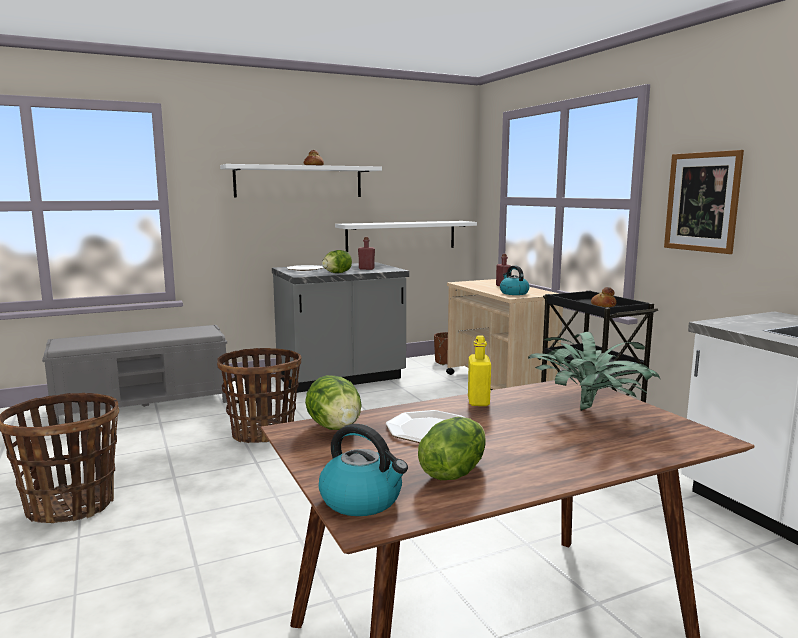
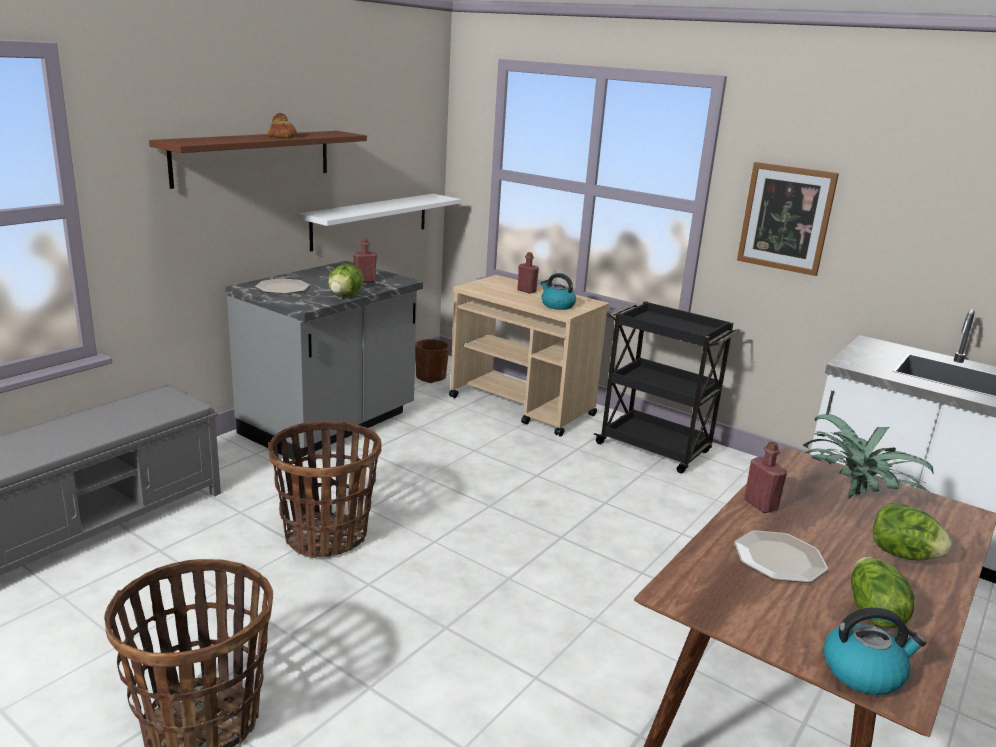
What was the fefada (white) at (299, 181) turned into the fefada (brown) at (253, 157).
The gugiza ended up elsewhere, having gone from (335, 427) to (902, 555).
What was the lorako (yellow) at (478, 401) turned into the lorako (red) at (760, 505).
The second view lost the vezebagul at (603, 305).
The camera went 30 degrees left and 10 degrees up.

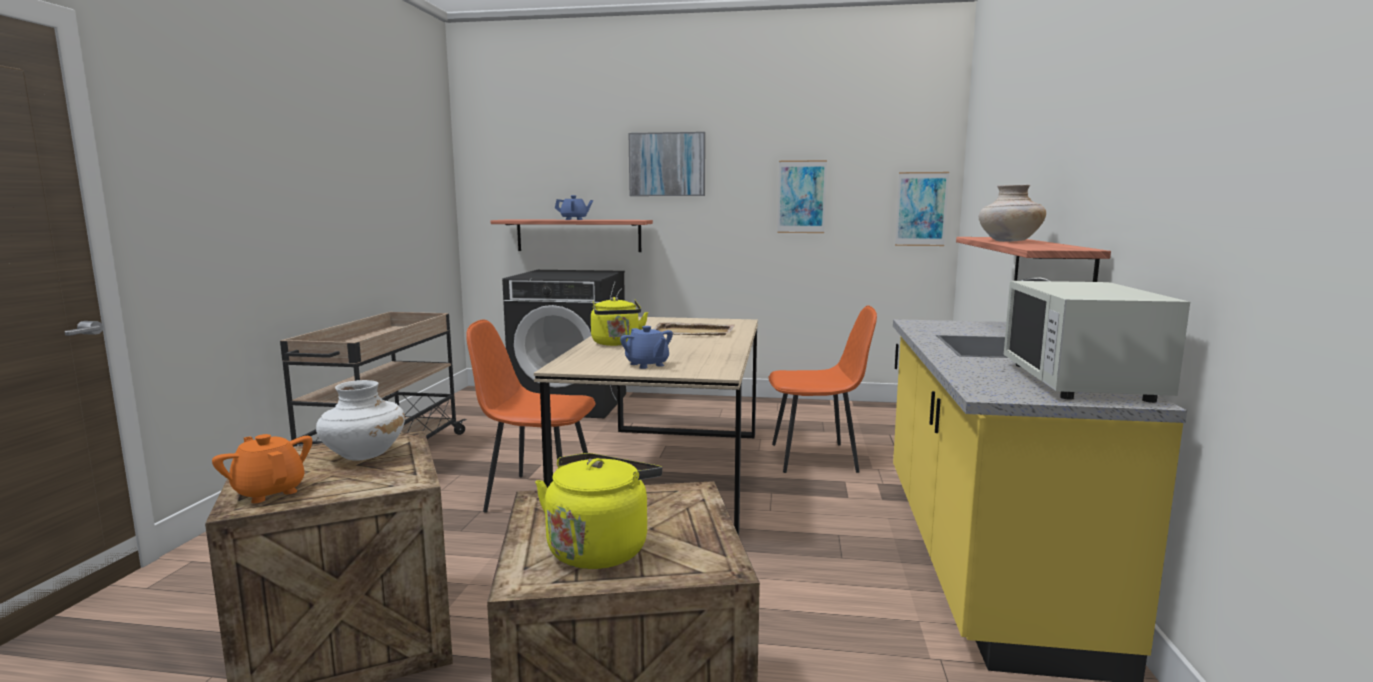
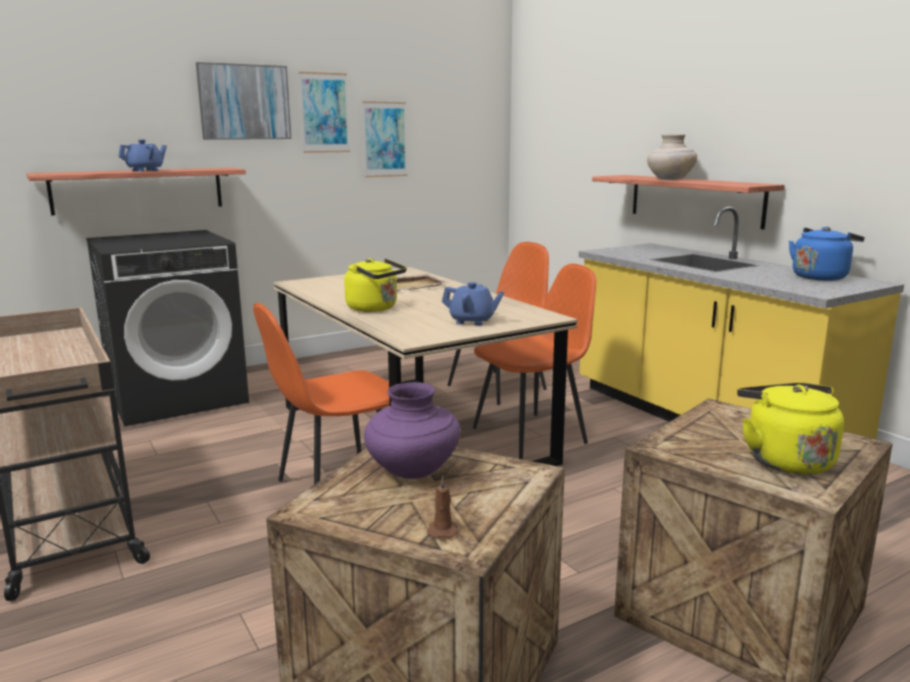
Where the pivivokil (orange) stood at (269, 492), the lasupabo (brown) came to stand at (443, 530).
What was the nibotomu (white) at (363, 455) turned into the nibotomu (purple) at (412, 471).
The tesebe ended up elsewhere, having gone from (921, 209) to (324, 113).
Where the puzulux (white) stood at (1080, 382), the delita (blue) came to stand at (821, 277).
The second view gained the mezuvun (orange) at (531, 435).
The camera went 40 degrees left and 5 degrees up.

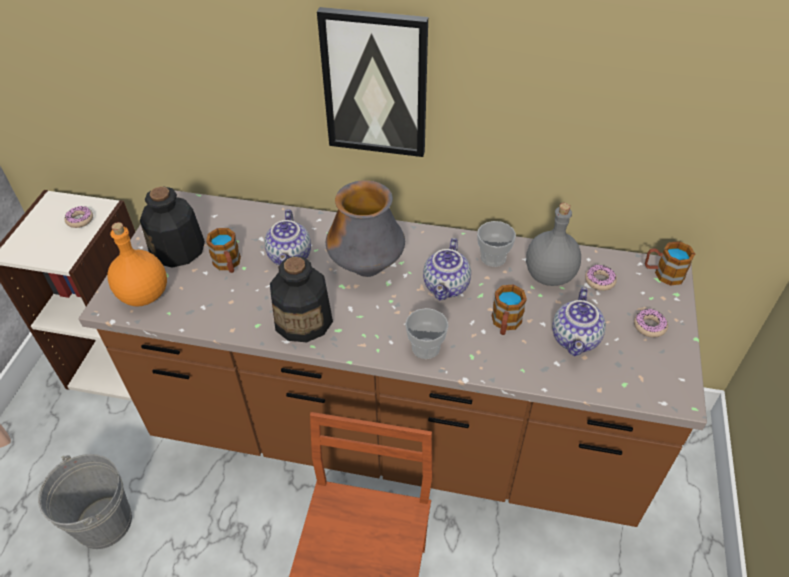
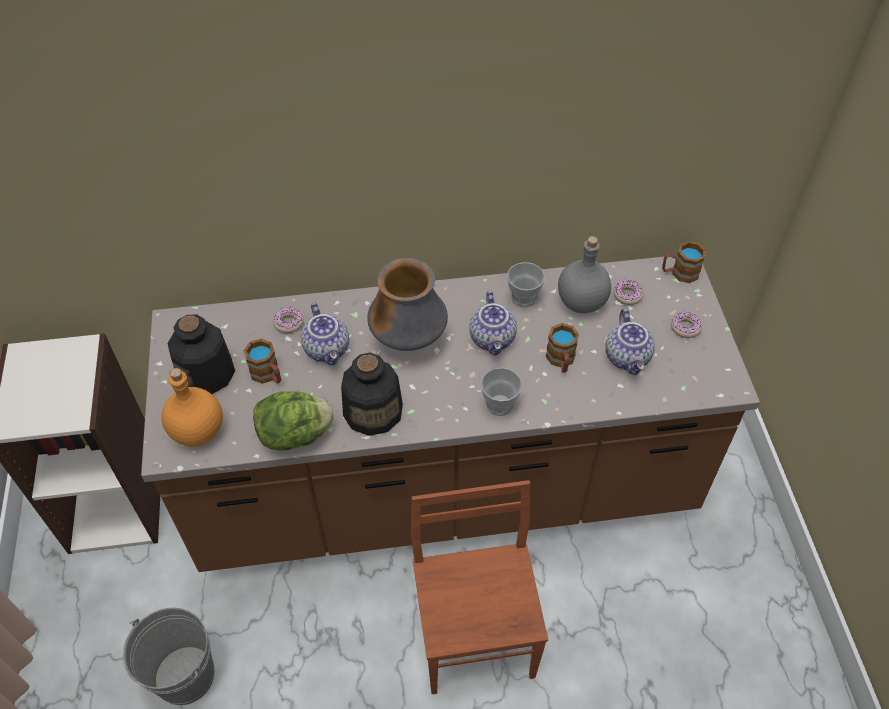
The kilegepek ended up elsewhere, having gone from (80, 220) to (288, 323).
The second view lost the tesebe at (375, 84).
The second view gained the gugiza at (296, 435).
The camera went 20 degrees left and 5 degrees up.

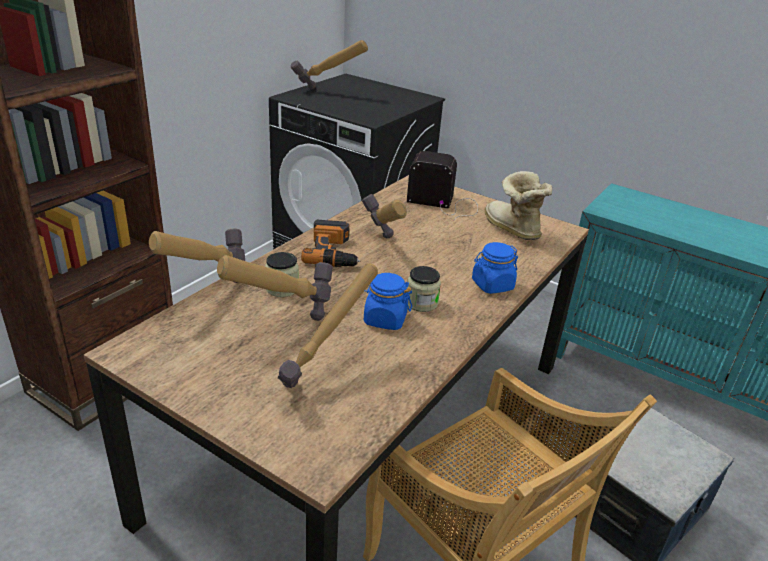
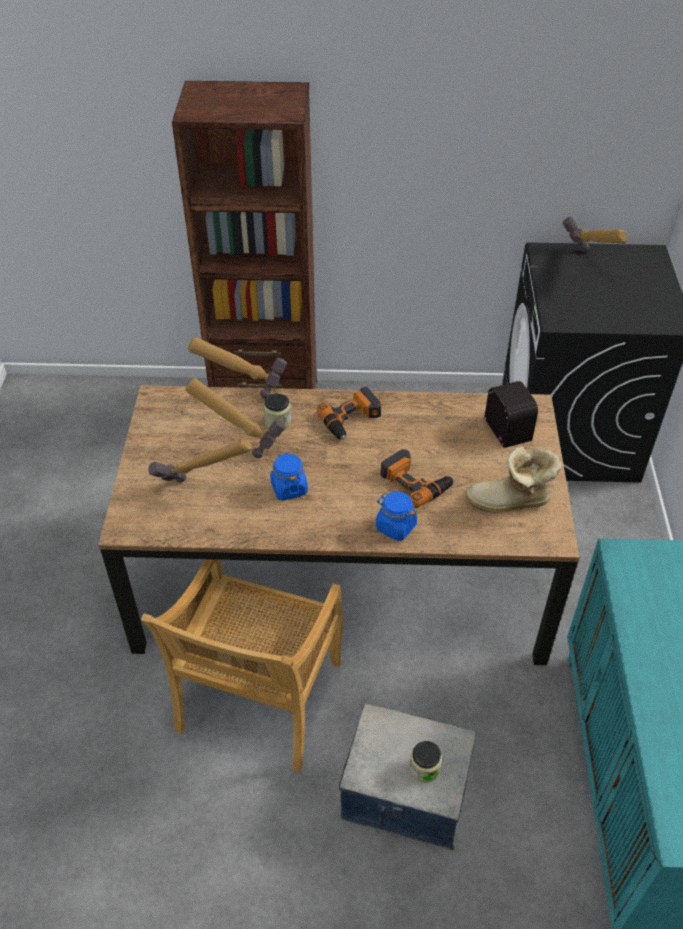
The second view lost the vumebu at (380, 251).
The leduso ended up elsewhere, having gone from (421, 303) to (424, 768).
The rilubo at (510, 229) ended up facing another way, 120 degrees counterclockwise from before.
The second view gained the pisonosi at (416, 482).
The camera went 60 degrees right and 15 degrees up.

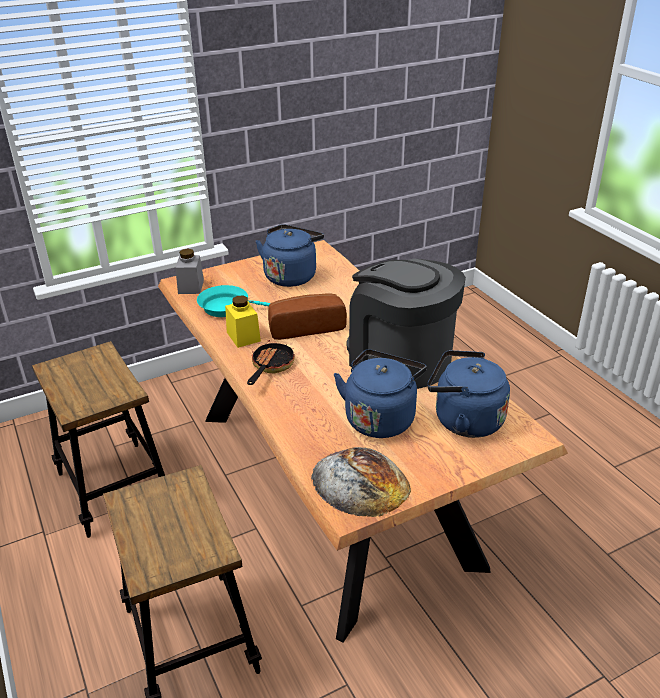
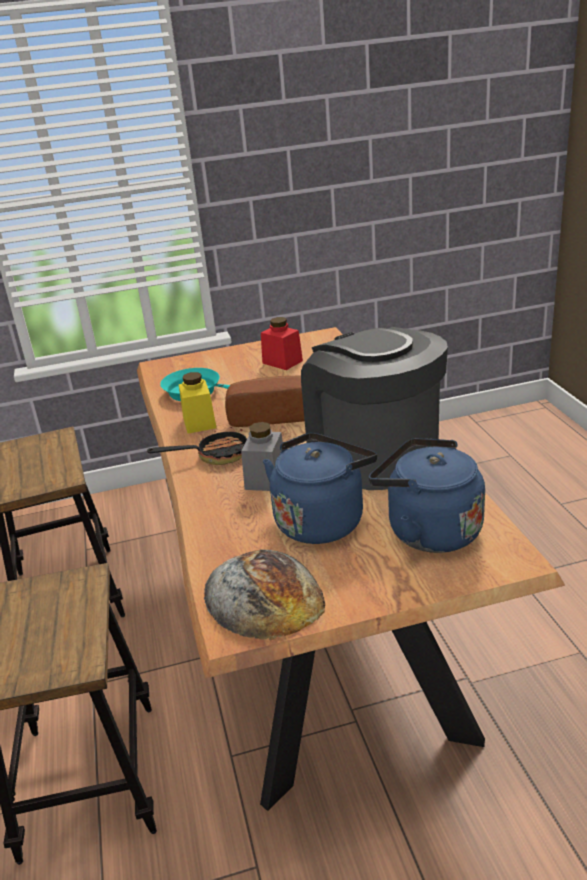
The leduso (grey) ended up elsewhere, having gone from (191, 286) to (266, 478).
The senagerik at (270, 367) ended up facing another way, 45 degrees clockwise from before.
Where the delita (blue) stood at (291, 275), the leduso (red) came to stand at (282, 362).
The camera went 15 degrees right and 5 degrees down.

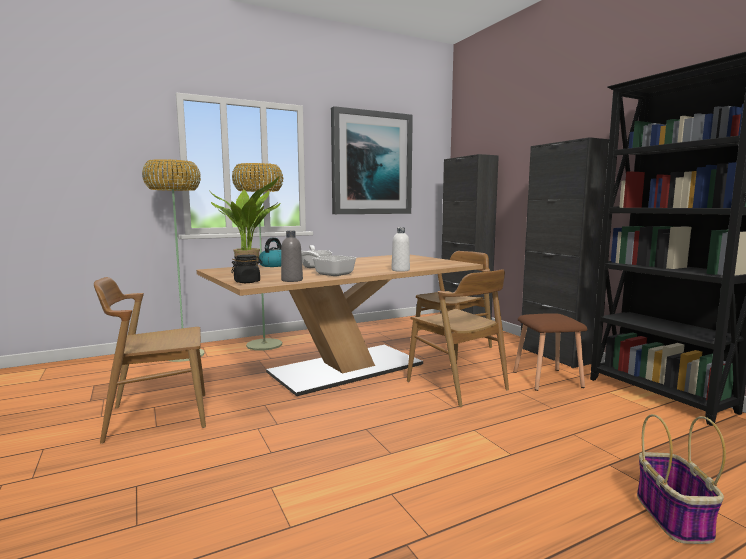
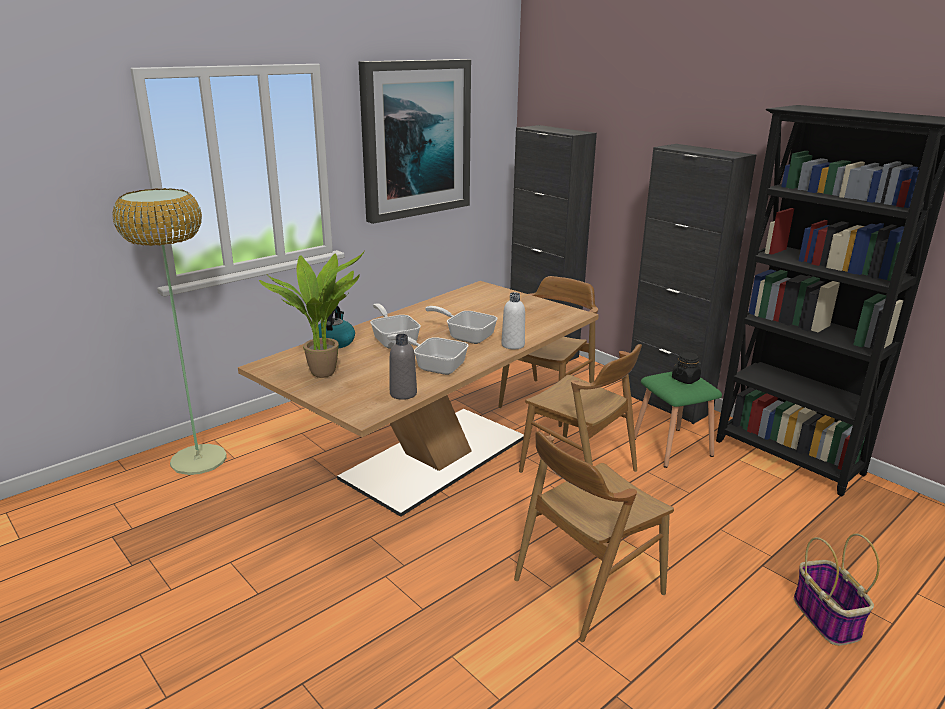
The mezuvun (brown) ended up elsewhere, having gone from (158, 416) to (587, 586).
The leduso (black) ended up elsewhere, having gone from (247, 282) to (685, 379).
The second view lost the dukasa at (264, 345).
What was the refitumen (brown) at (546, 379) turned into the refitumen (green) at (670, 446).
The second view gained the senagerik at (466, 336).
The camera went 15 degrees left and 15 degrees up.

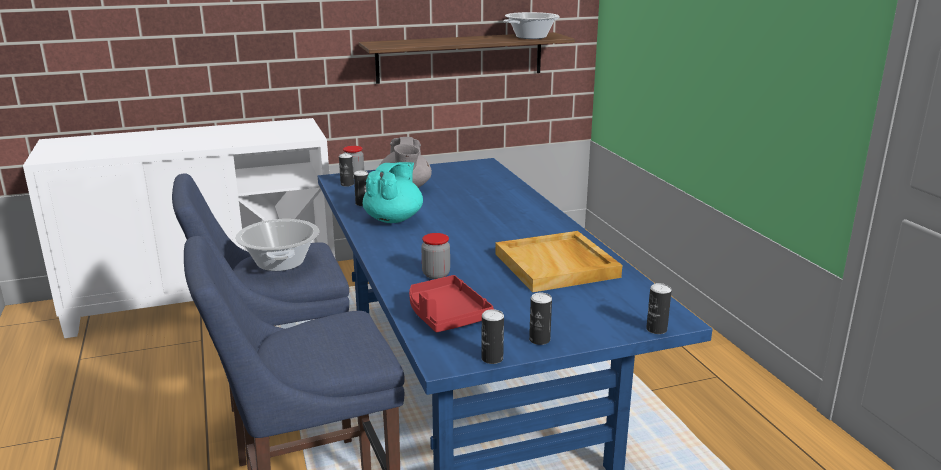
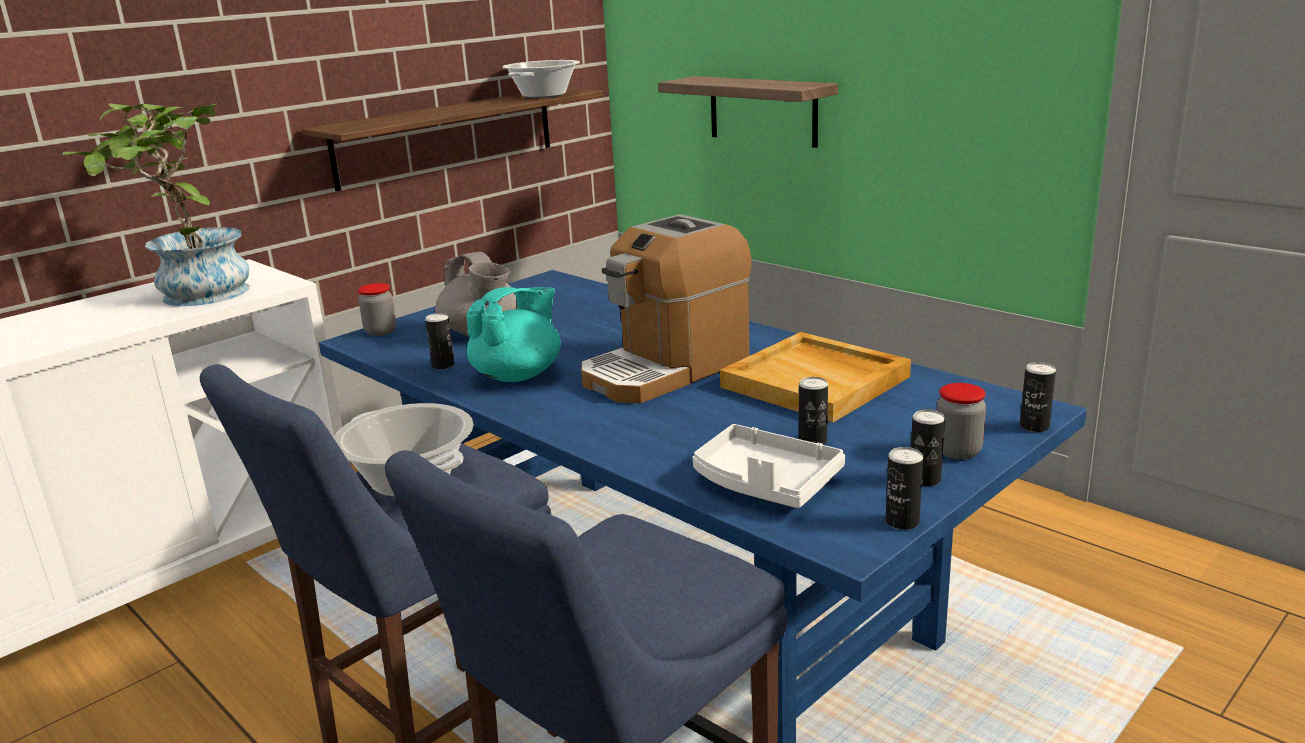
The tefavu ended up elsewhere, having gone from (347, 184) to (812, 441).
The pivivokil (turquoise) at (394, 219) ended up facing another way, 45 degrees clockwise from before.
What was the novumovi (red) at (446, 315) turned into the novumovi (white) at (765, 483).
The leduso ended up elsewhere, having gone from (436, 274) to (958, 451).
The second view gained the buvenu at (192, 296).
The second view gained the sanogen at (666, 370).
The second view gained the fefada at (762, 110).
The camera went 25 degrees left and 0 degrees up.

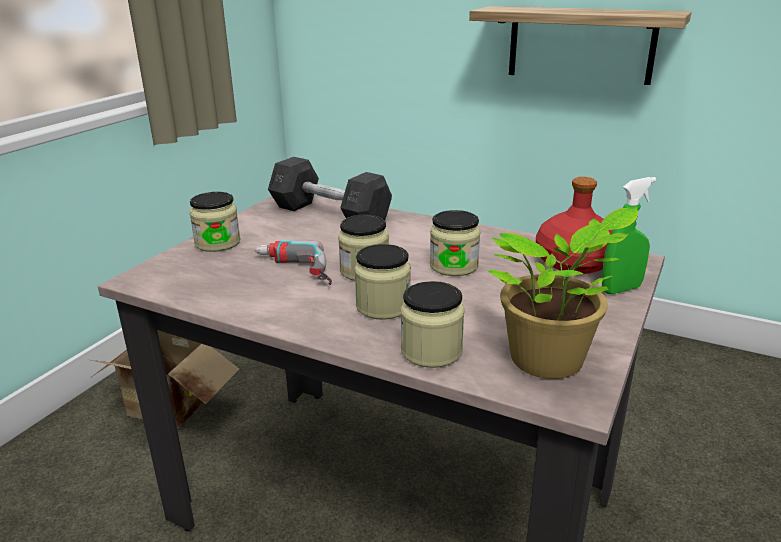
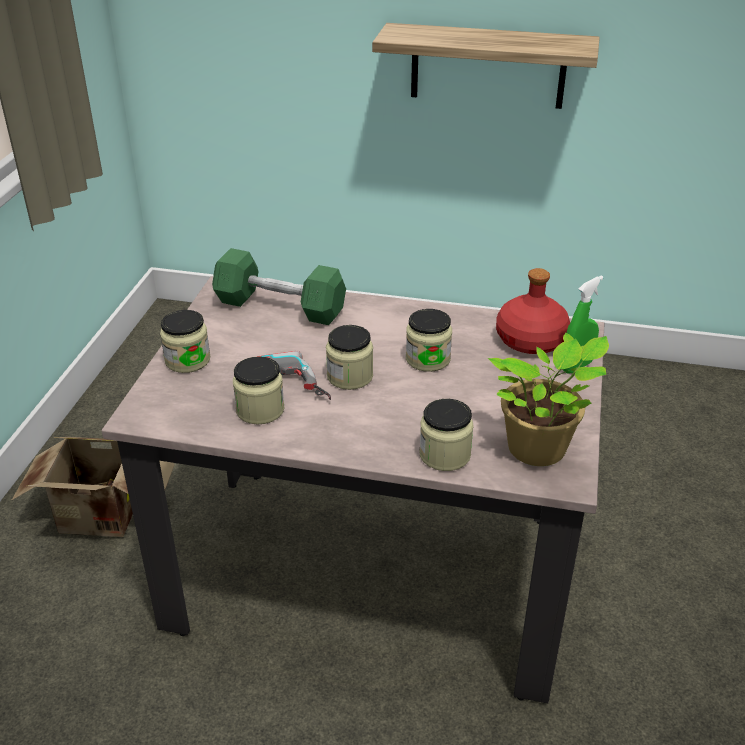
What was the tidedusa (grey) at (330, 214) turned into the tidedusa (green) at (280, 306).
The leduso ended up elsewhere, having gone from (383, 306) to (260, 410).
The camera went 15 degrees left and 10 degrees up.

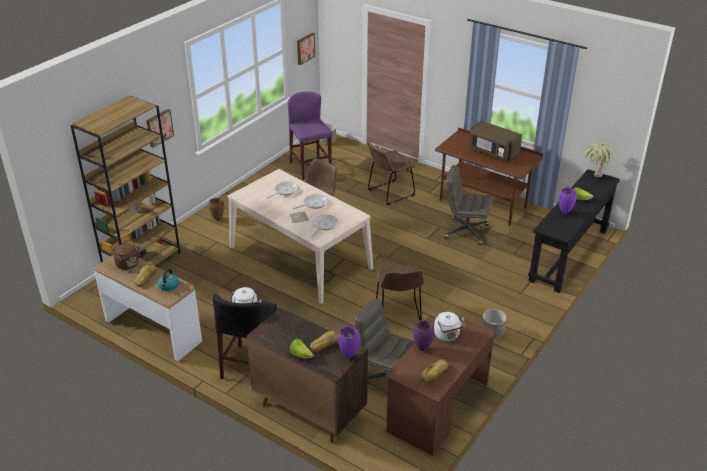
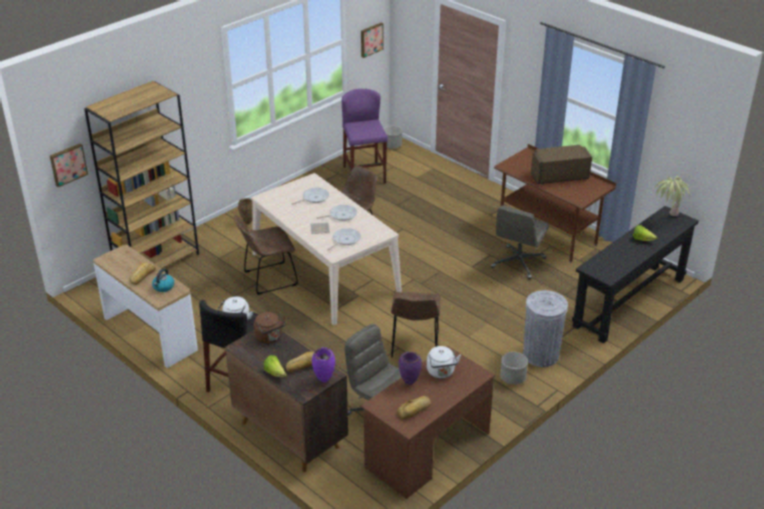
The delita (brown) ended up elsewhere, having gone from (128, 265) to (270, 338).
The tesebe ended up elsewhere, having gone from (159, 127) to (68, 164).
The mezuvun (brown) ended up elsewhere, having gone from (389, 193) to (267, 279).
The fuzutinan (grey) at (465, 231) ended up facing another way, 90 degrees counterclockwise from before.
The puzulux (brown) at (492, 152) ended up facing another way, 120 degrees clockwise from before.
The second view lost the nibotomu (purple) at (565, 213).
The second view gained the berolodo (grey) at (541, 355).
The camera went 10 degrees right and 0 degrees up.

